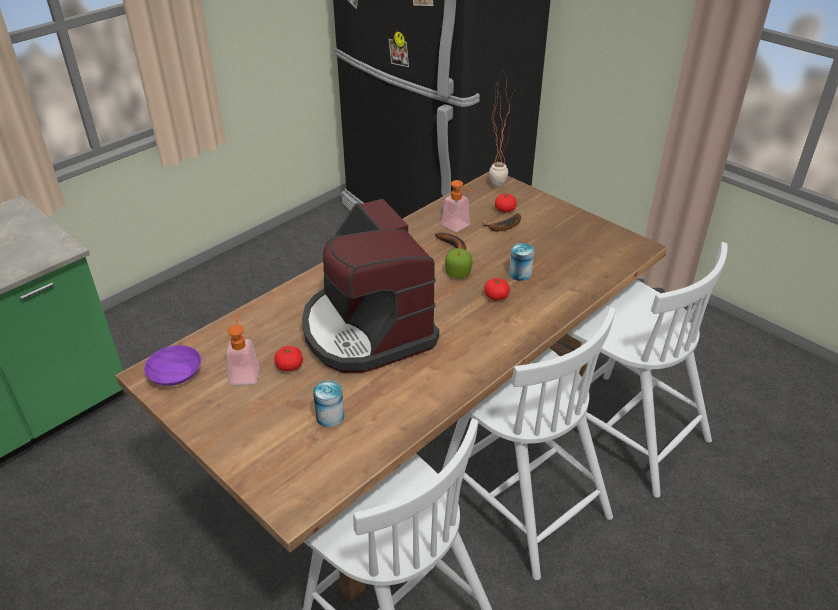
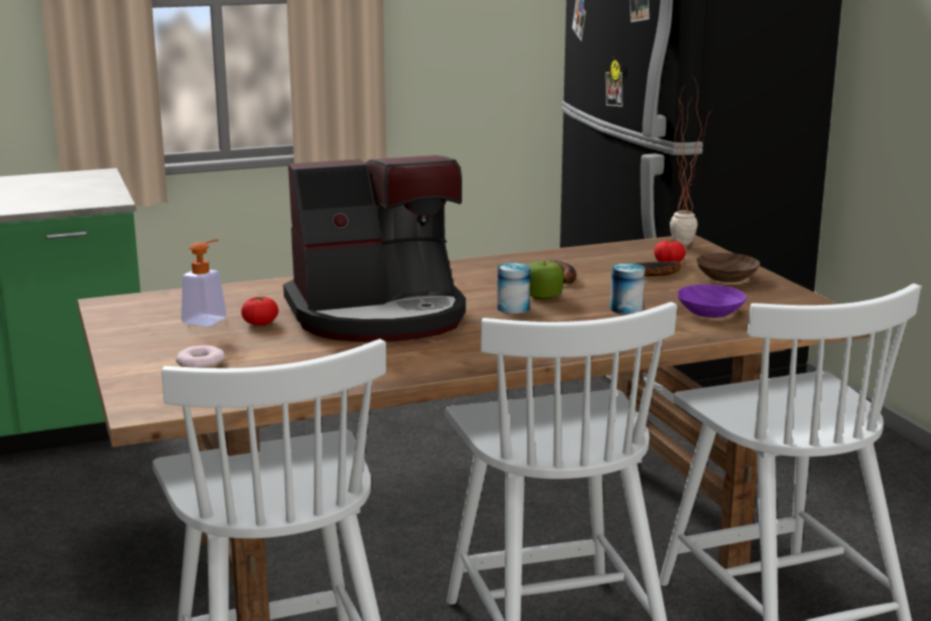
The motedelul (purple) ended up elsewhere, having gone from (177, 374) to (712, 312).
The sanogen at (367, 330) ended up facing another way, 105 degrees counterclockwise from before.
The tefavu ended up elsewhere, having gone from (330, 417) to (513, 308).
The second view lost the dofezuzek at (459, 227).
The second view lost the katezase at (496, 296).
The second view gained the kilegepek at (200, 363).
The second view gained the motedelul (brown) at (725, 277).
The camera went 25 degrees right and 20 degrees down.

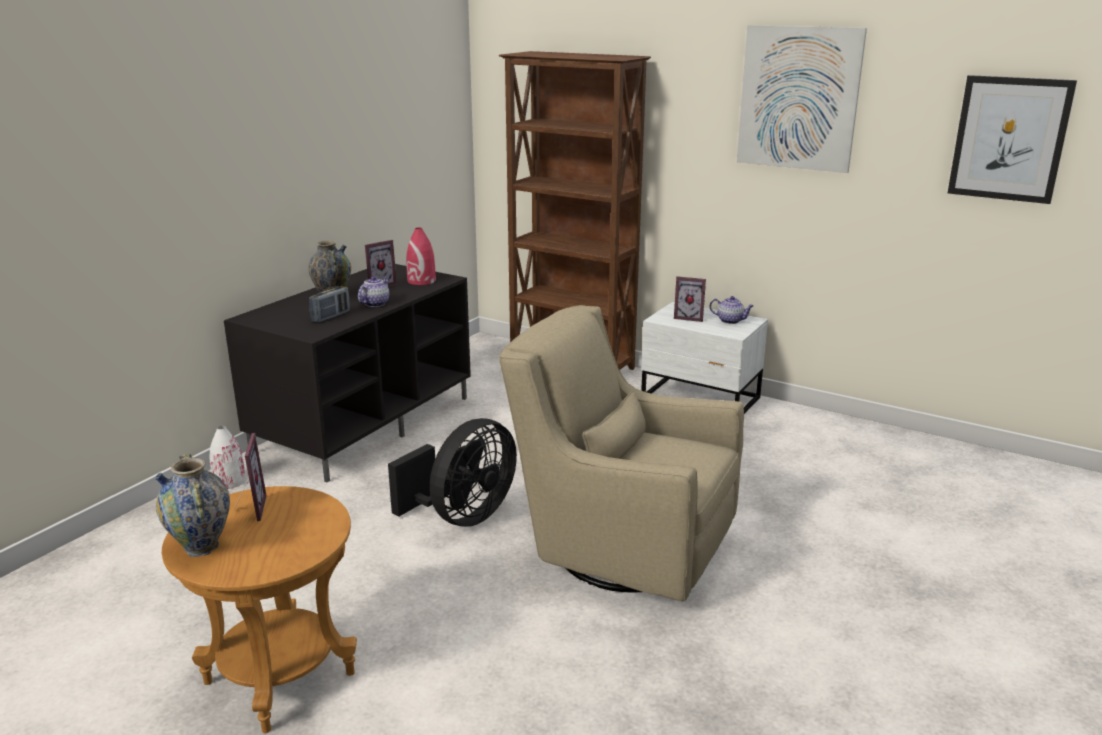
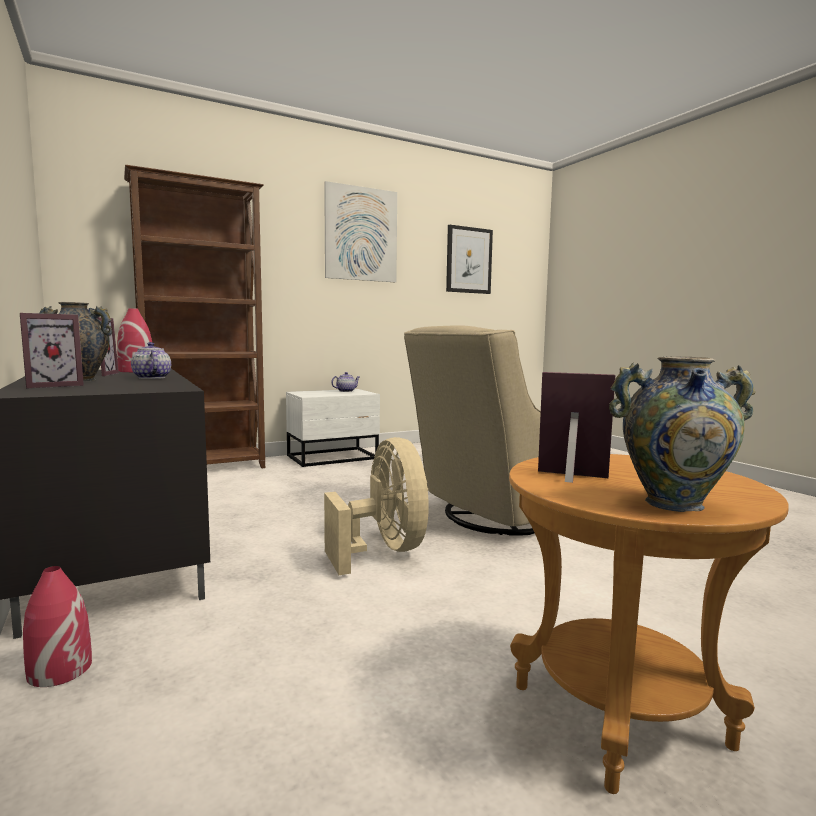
What was the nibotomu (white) at (229, 481) turned into the nibotomu (red) at (59, 670).
The second view lost the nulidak at (331, 317).
What was the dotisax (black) at (463, 516) turned into the dotisax (beige) at (384, 551).
The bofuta ended up elsewhere, having gone from (689, 317) to (53, 386).
The camera went 60 degrees left and 15 degrees down.

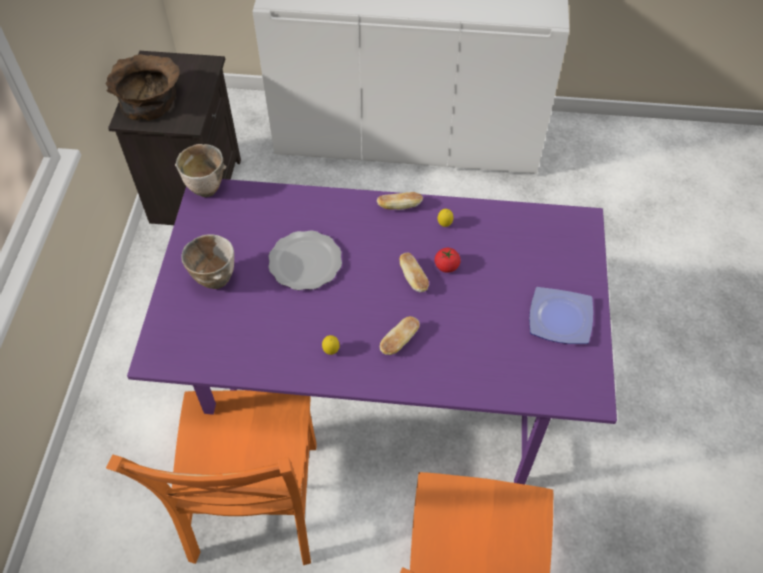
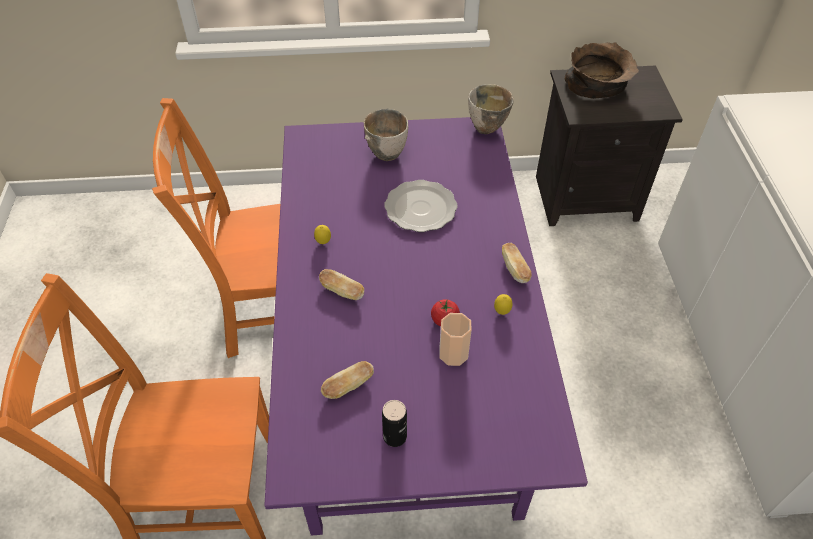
The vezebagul ended up elsewhere, having gone from (413, 278) to (348, 386).
Where the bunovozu stood at (559, 319), the tefavu came to stand at (395, 436).
The second view gained the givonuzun at (453, 353).
The camera went 80 degrees right and 5 degrees down.

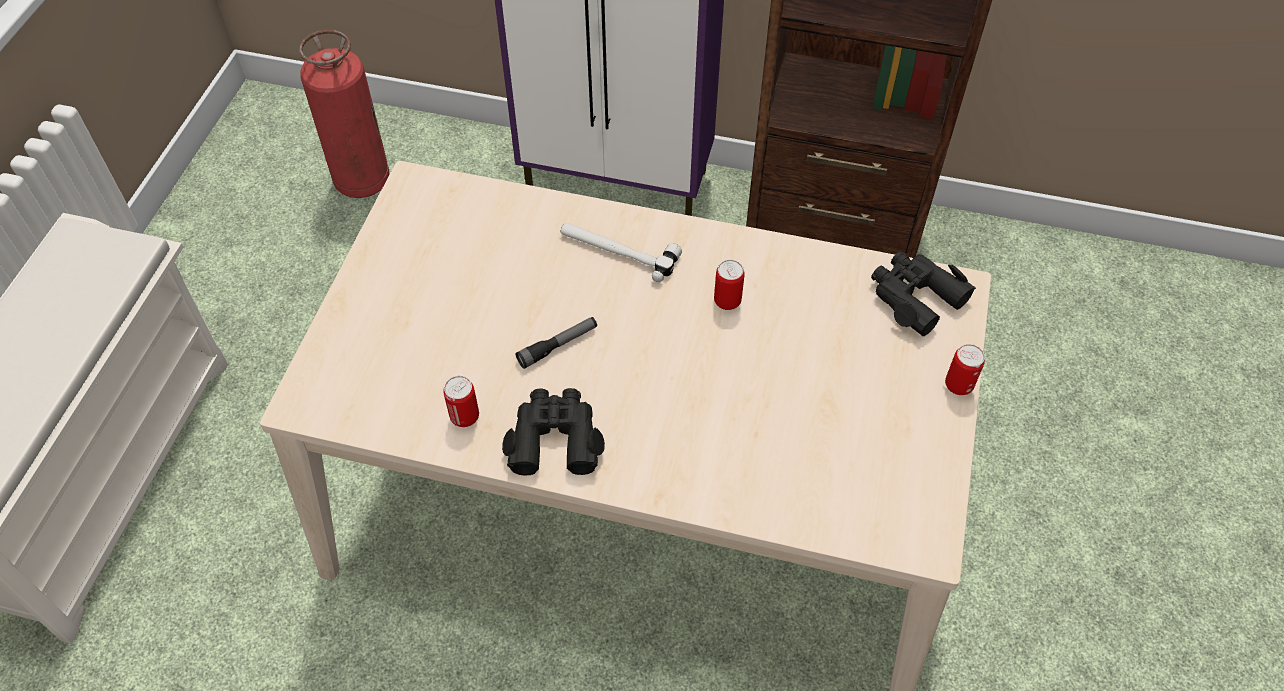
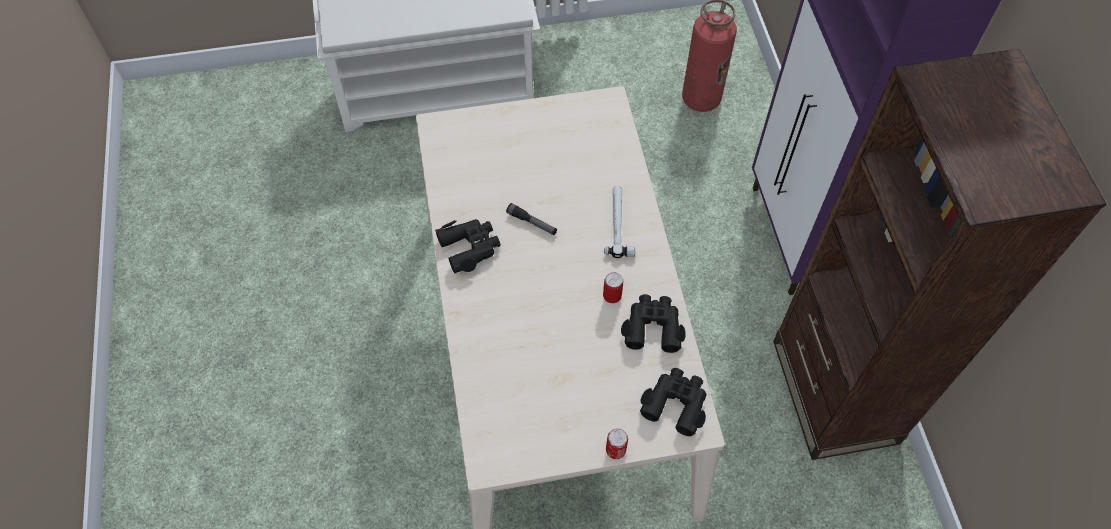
The second view lost the tefavu at (465, 417).
The second view gained the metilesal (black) at (652, 326).
The camera went 65 degrees right and 5 degrees up.

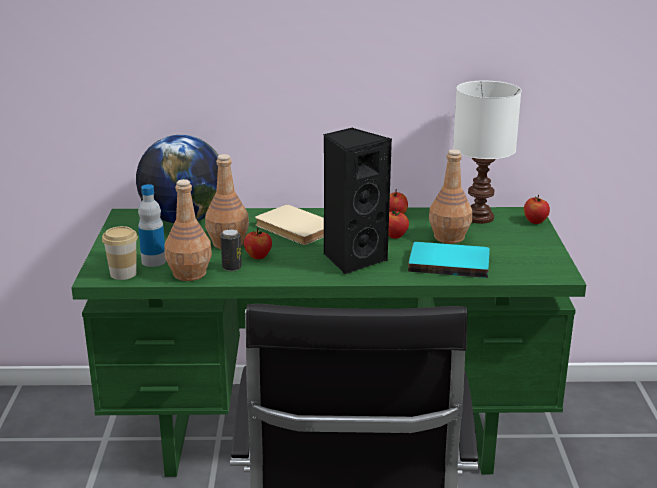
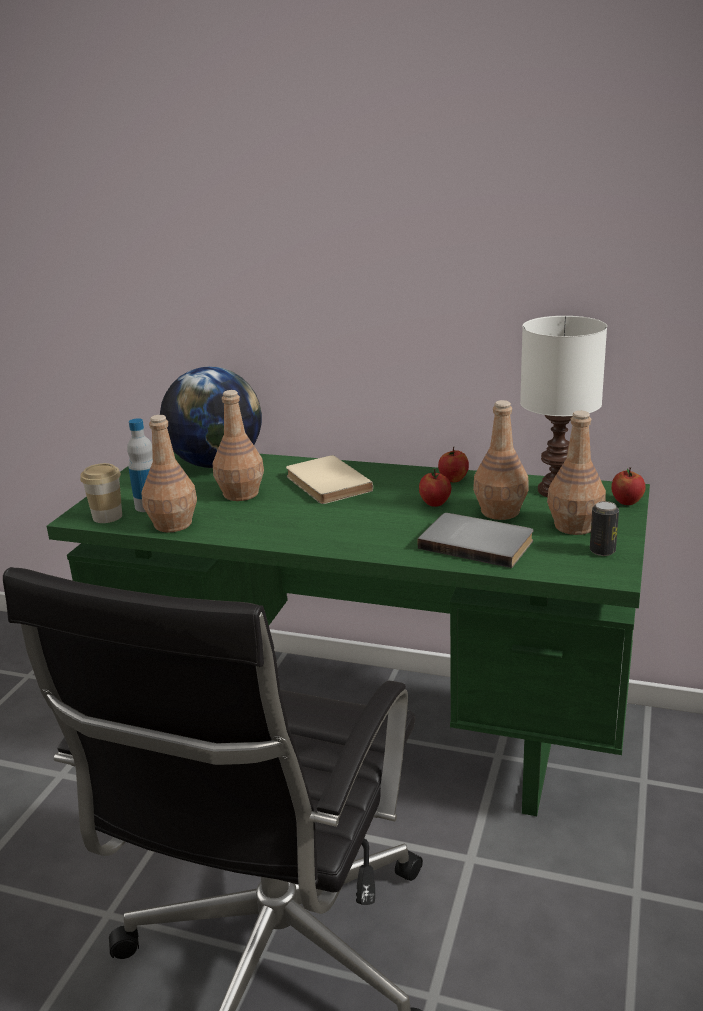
The tefavu ended up elsewhere, having gone from (232, 267) to (602, 551).
The second view lost the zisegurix at (258, 256).
The second view lost the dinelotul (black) at (353, 259).
What was the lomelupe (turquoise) at (449, 262) turned into the lomelupe (grey) at (477, 542).
The second view gained the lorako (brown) at (575, 526).
The camera went 20 degrees right and 0 degrees up.

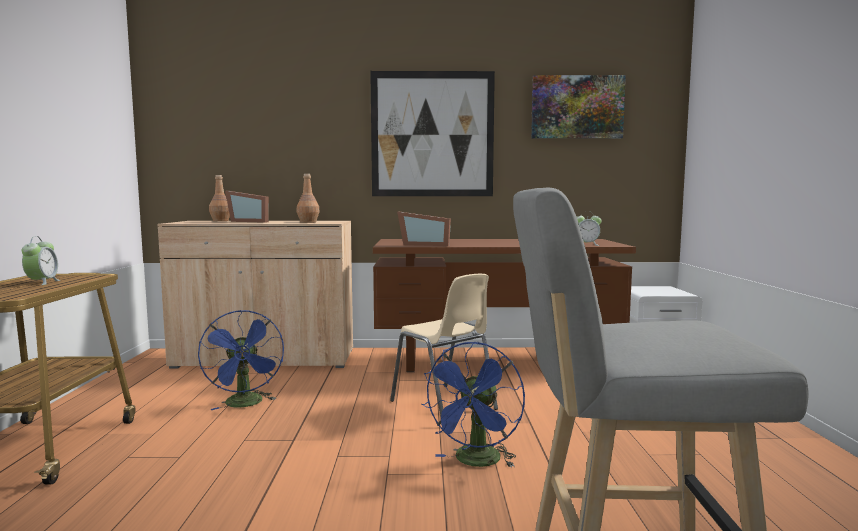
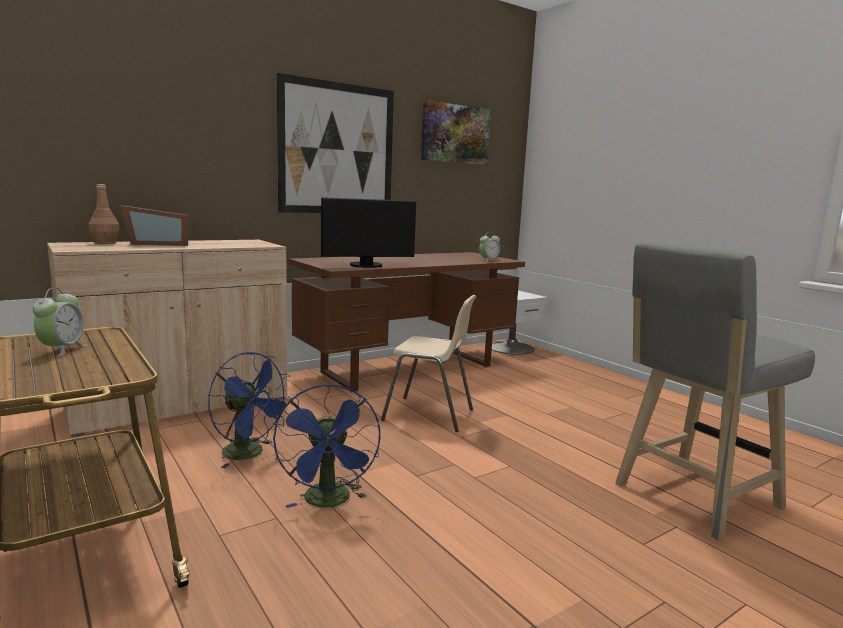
The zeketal at (42, 282) ended up facing another way, 45 degrees clockwise from before.
The second view lost the lorako (brown) at (308, 222).
Where the bofuta stood at (425, 244), the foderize came to stand at (367, 266).
The dotisax (blue) ended up elsewhere, having gone from (476, 462) to (329, 502).
The camera went 35 degrees left and 5 degrees up.

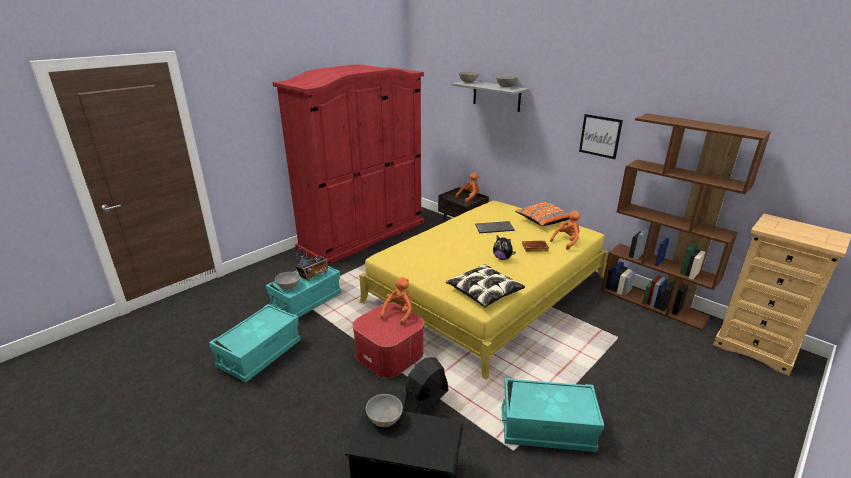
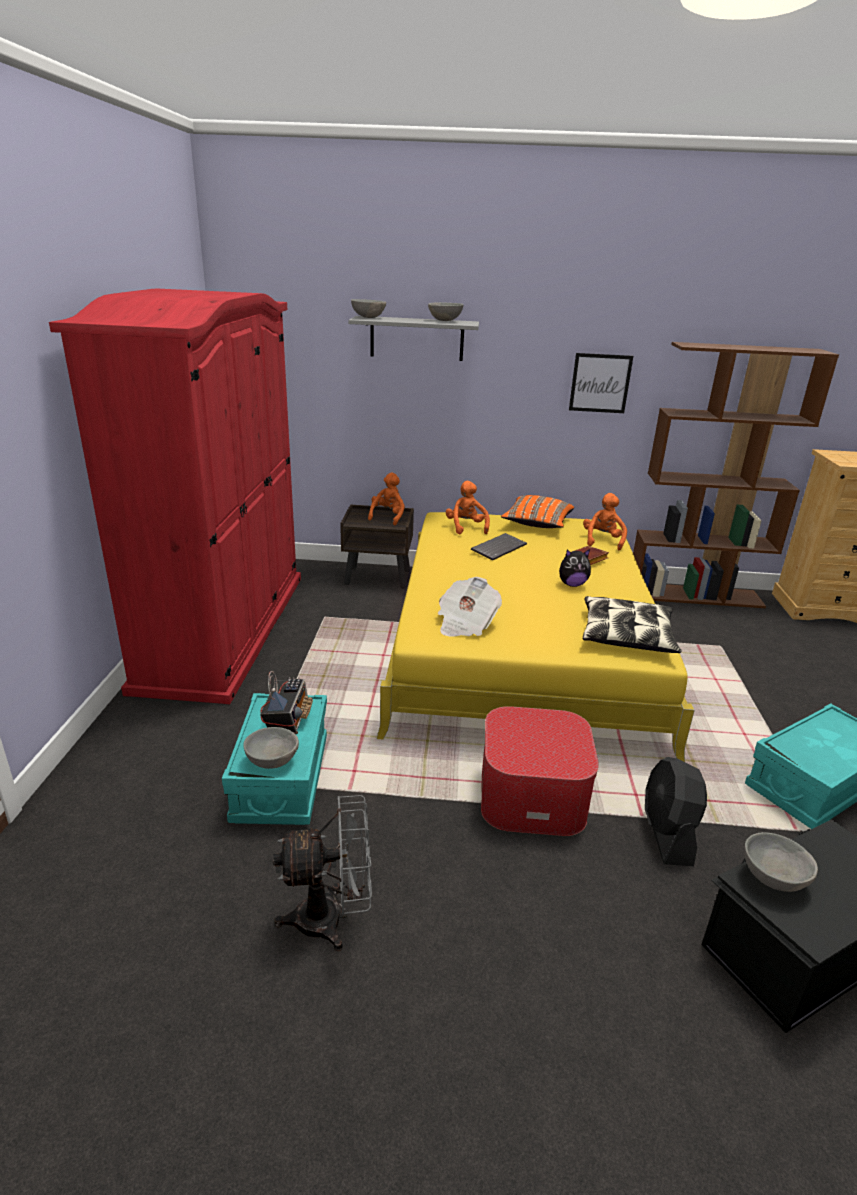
Where the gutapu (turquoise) stood at (260, 354), the dotisax (grey) came to stand at (332, 918).
The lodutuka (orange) ended up elsewhere, having gone from (399, 313) to (466, 527).
The second view gained the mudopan at (465, 623).
The camera went 40 degrees left and 0 degrees up.

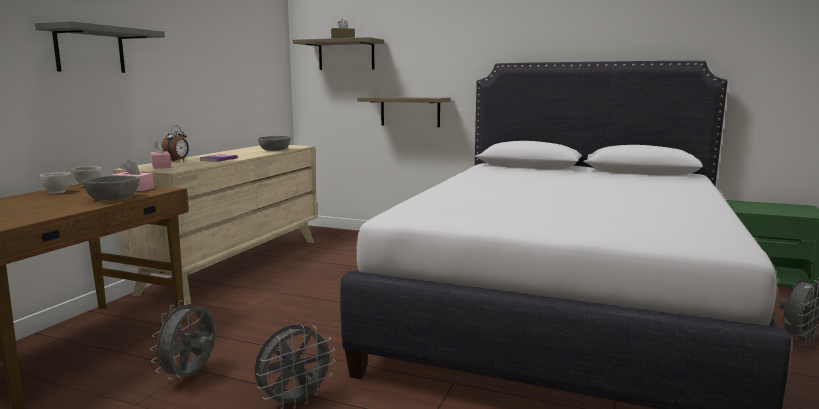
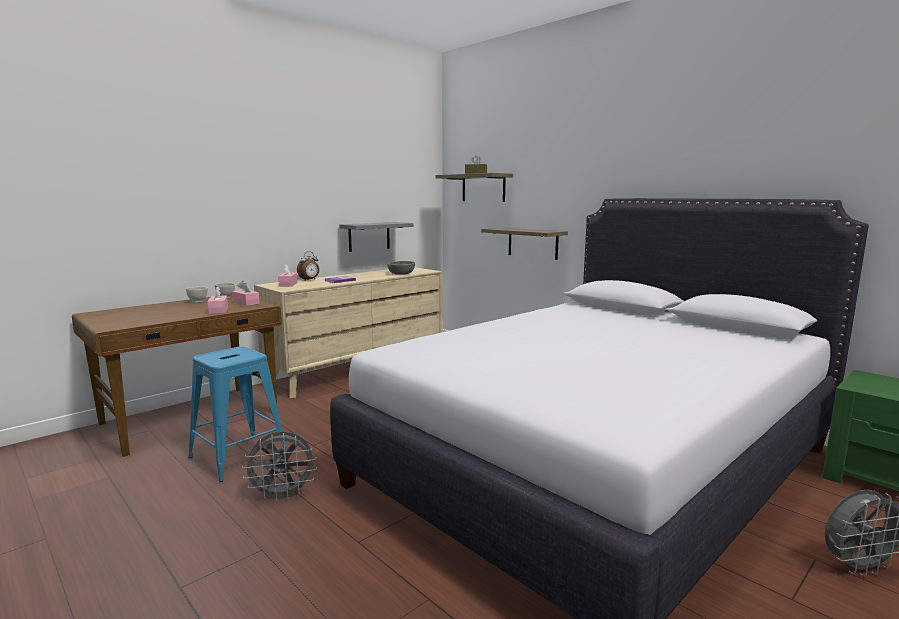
The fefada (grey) ended up elsewhere, having gone from (90, 50) to (369, 236).
Where the motedelul (grey) stood at (113, 198), the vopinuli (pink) came to stand at (218, 310).
Where the dotisax (grey) stood at (190, 376), the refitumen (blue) came to stand at (239, 456).
The camera went 25 degrees right and 0 degrees up.

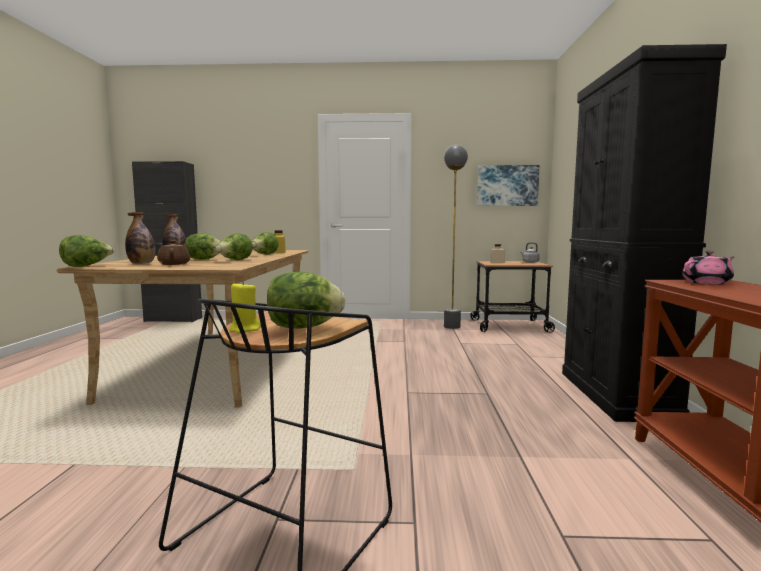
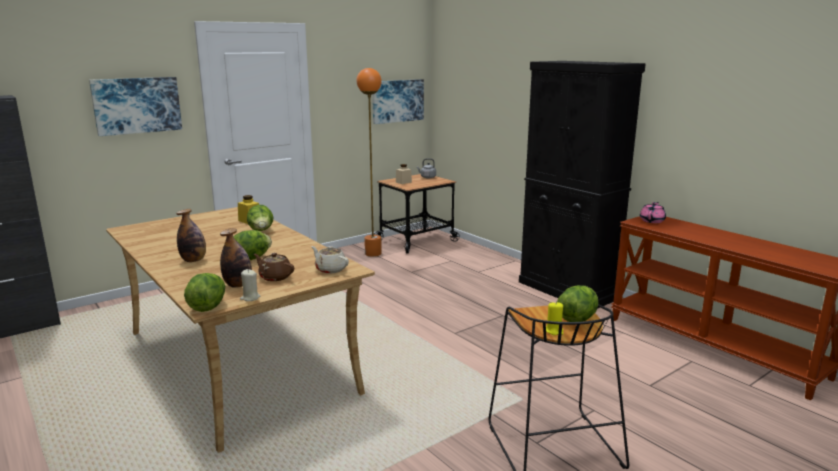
The second view lost the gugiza at (235, 260).
What was the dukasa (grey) at (452, 327) turned into the dukasa (orange) at (373, 253).
The second view gained the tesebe at (137, 105).
The second view gained the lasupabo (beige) at (250, 298).
The second view gained the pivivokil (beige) at (330, 269).
The camera went 40 degrees left and 10 degrees up.

